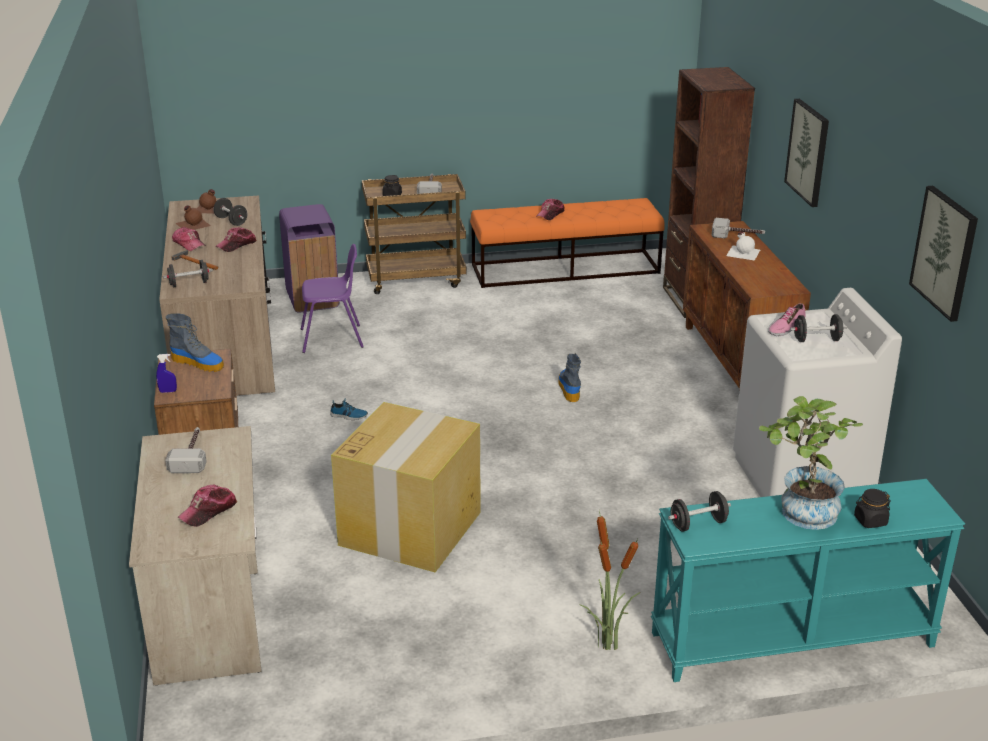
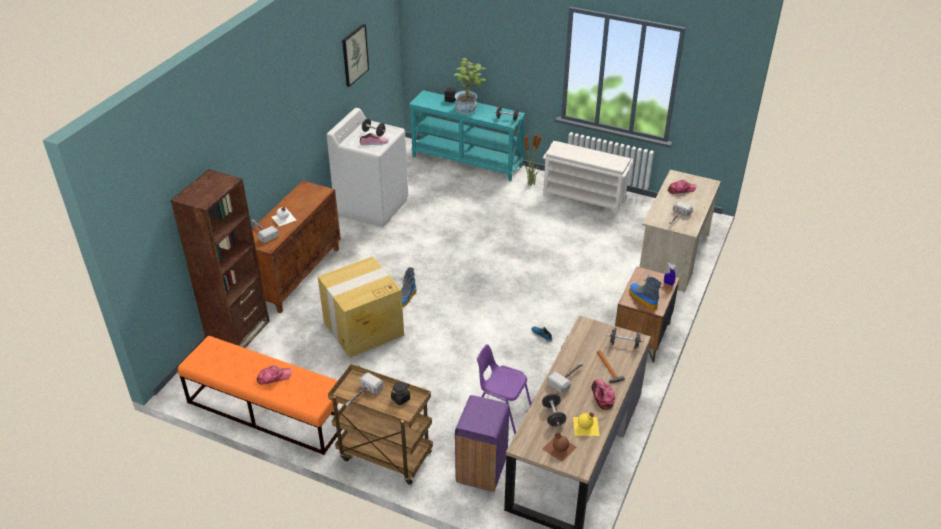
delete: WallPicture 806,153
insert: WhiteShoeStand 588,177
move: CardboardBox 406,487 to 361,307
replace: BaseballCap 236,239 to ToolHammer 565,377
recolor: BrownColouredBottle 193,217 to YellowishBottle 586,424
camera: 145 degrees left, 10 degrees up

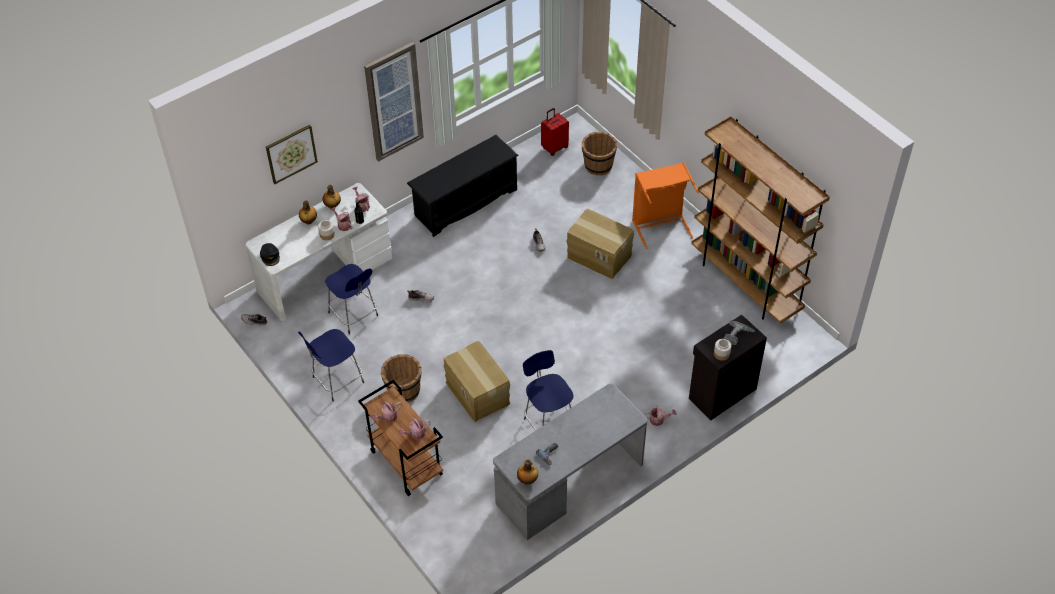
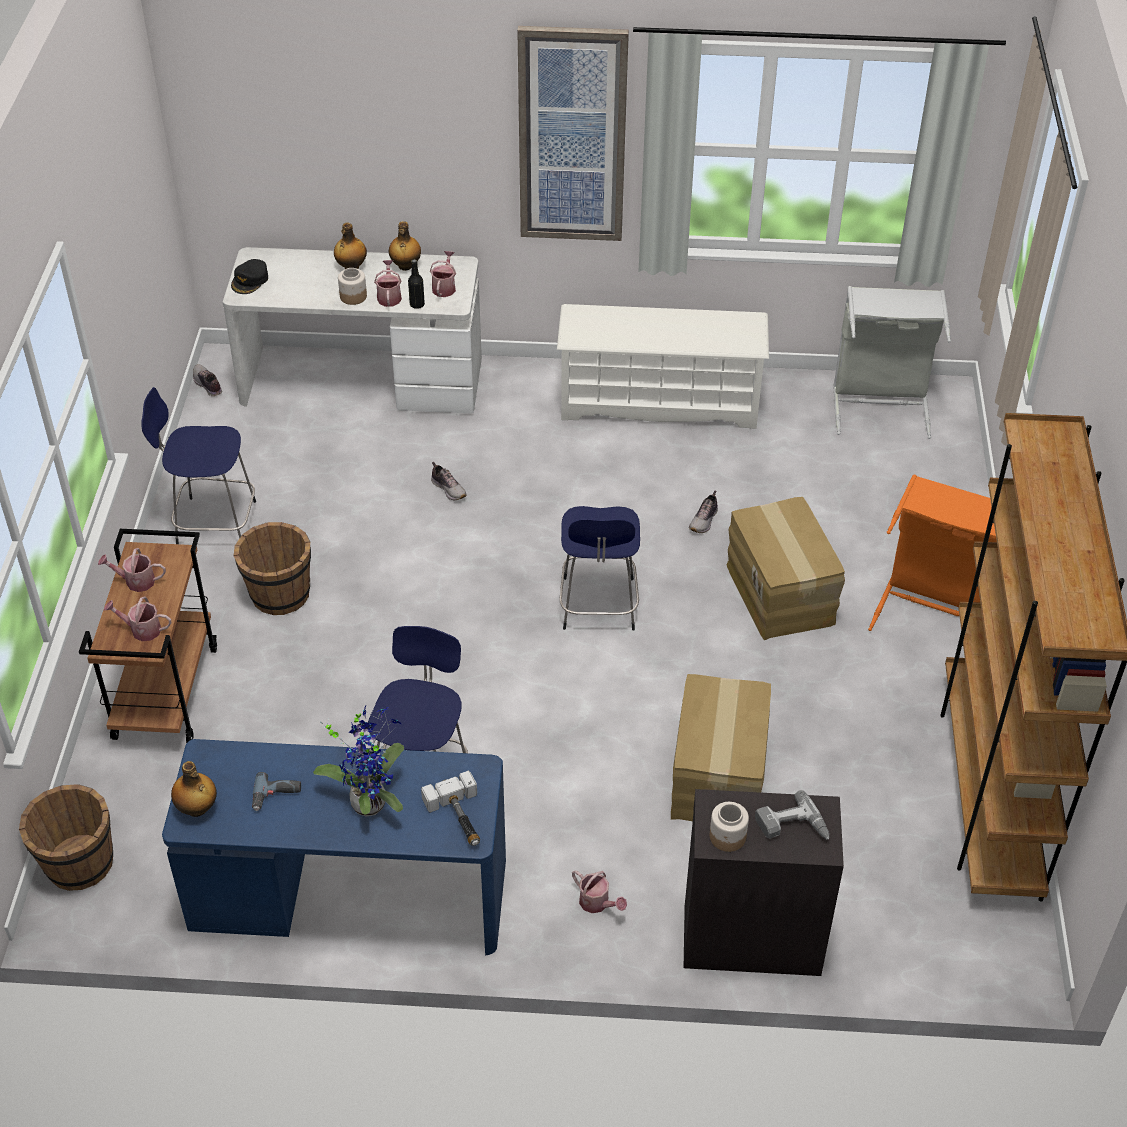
delete: WallPicture 292,154
insert: PottedPlant 358,760; ToolHammer 450,808
move: BluishStool 351,299 to 599,568; CardboardBox 477,381 to 721,747; BrownColouredBucket 599,153 to 66,837
replace: RedColouredTravelCase 555,132 to GreyLaundryBasket 892,362
recolor: BlackShoeStand 463,186 to WhiteShoeStand 663,366; GreyDeskTable 570,462 to BluishDeskTable 334,847
camera: 40 degrees right, 5 degrees down

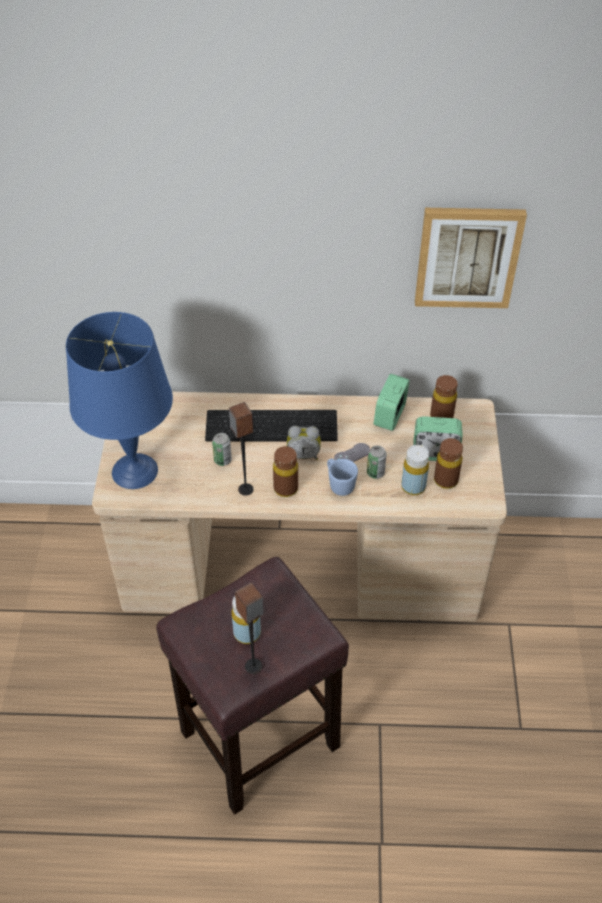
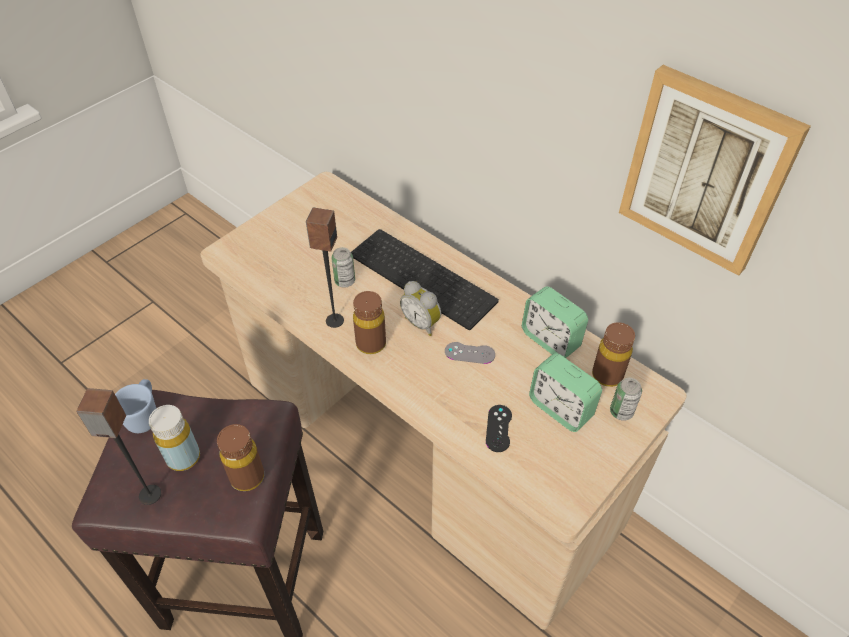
delete: BluishTabletopLamp 119,400
move: BluishCoffeeMug 342,477 to 135,406; Can 377,462 to 626,399; BrownColouredBottle 448,463 to 240,457
replace: YellowishBottle 415,470 to BlackGamepad 499,428
rotate: AlarmClock 392,402 = 555,322 105 degrees counterclockwise
camera: 40 degrees right, 0 degrees up

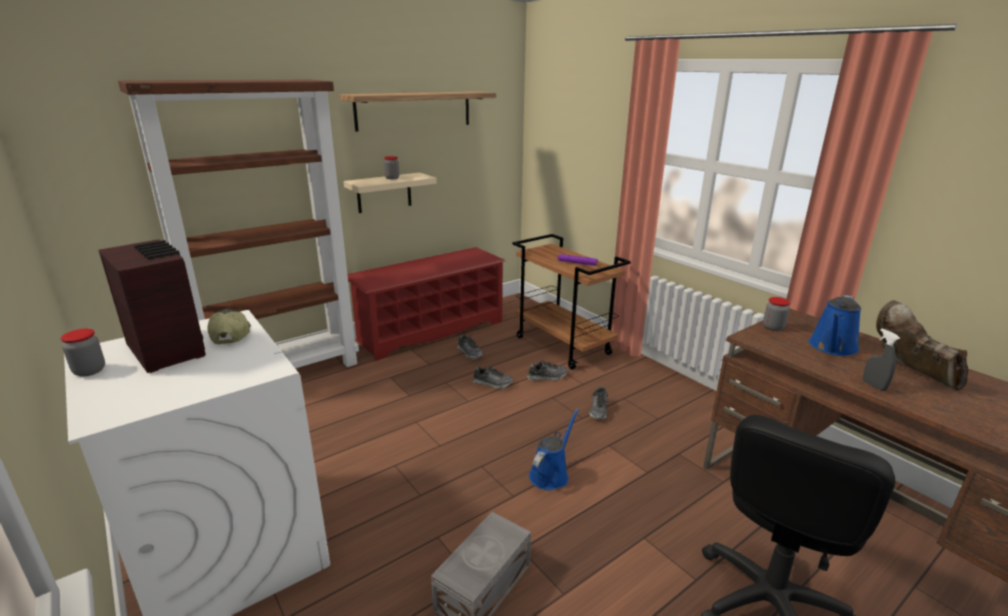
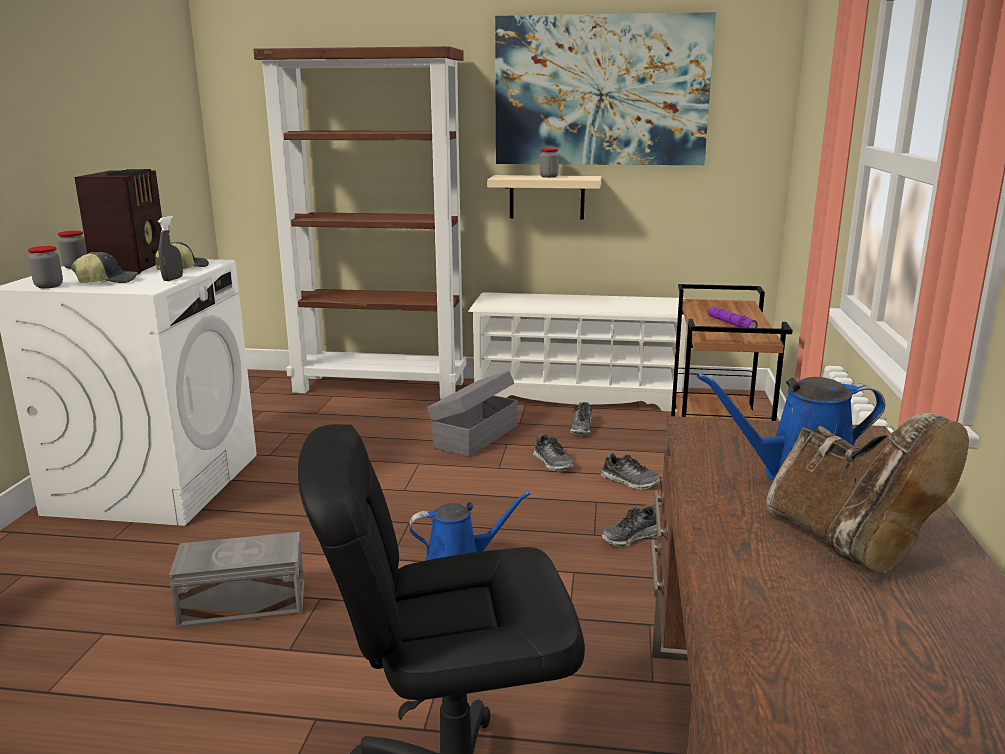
insert: BaseballCap 104,267; GreyStorageContainer 472,414
move: StorageJar 776,314 to 45,267; GreySprayer 881,360 to 170,248
replace: BracketShelf 417,111 to WallPicture 605,88
recolor: RedColouredShoeStand 426,304 to WhiteShoeStand 577,352
rotate: BrownColouredBoot 922,345 = 867,493 135 degrees clockwise
camera: 45 degrees right, 5 degrees down

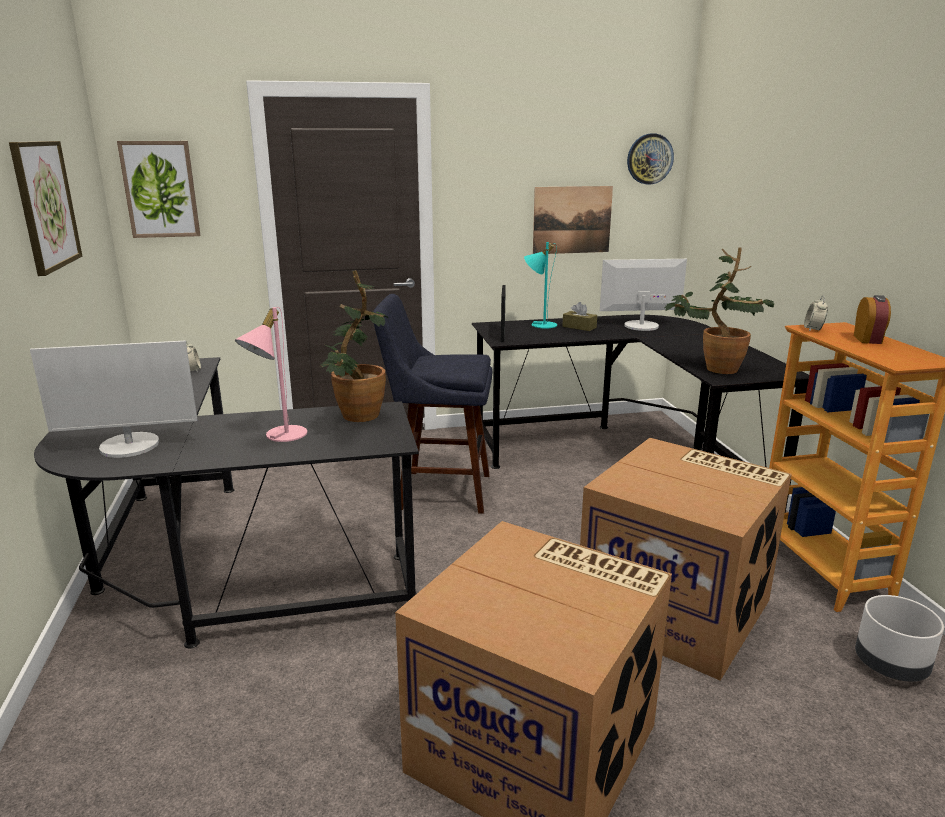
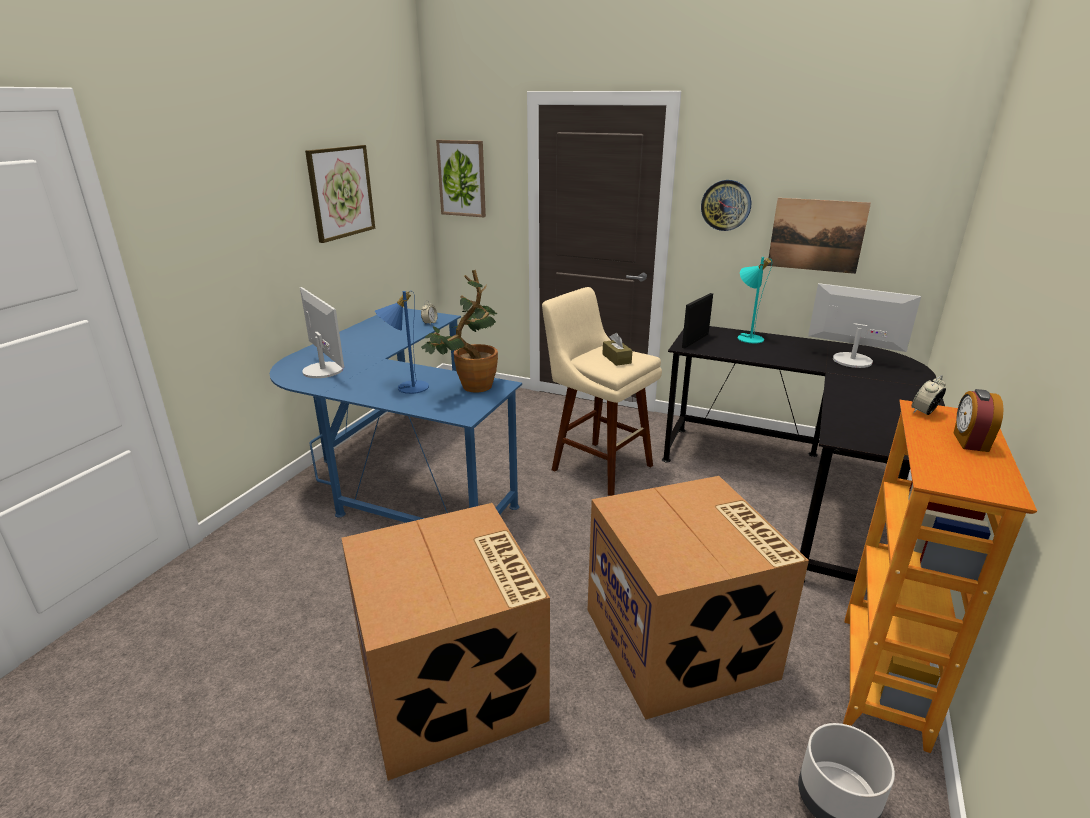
delete: PottedPlant 719,310
move: BrownColouredTissueBox 579,316 to 617,349; HangingClock 650,159 to 726,205
recolor: BlackDeskTable 226,502 to BluishDeskTable 396,415; PinkishTabletopLamp 271,374 to BluishTabletopLamp 402,342; BluishStool 432,404 to SandColouredStool 602,391
rotate: ComputerDisplay 114,399 = 322,332 150 degrees counterclockwise; AlarmClock 872,319 = 979,420 150 degrees clockwise
camera: 35 degrees right, 5 degrees up

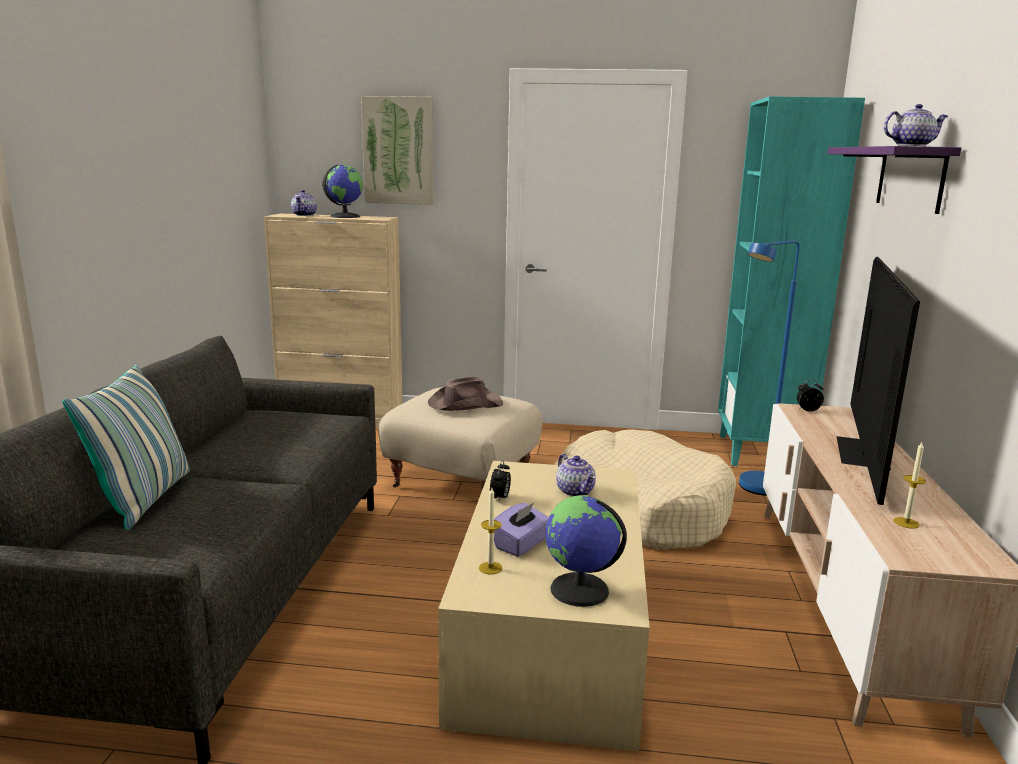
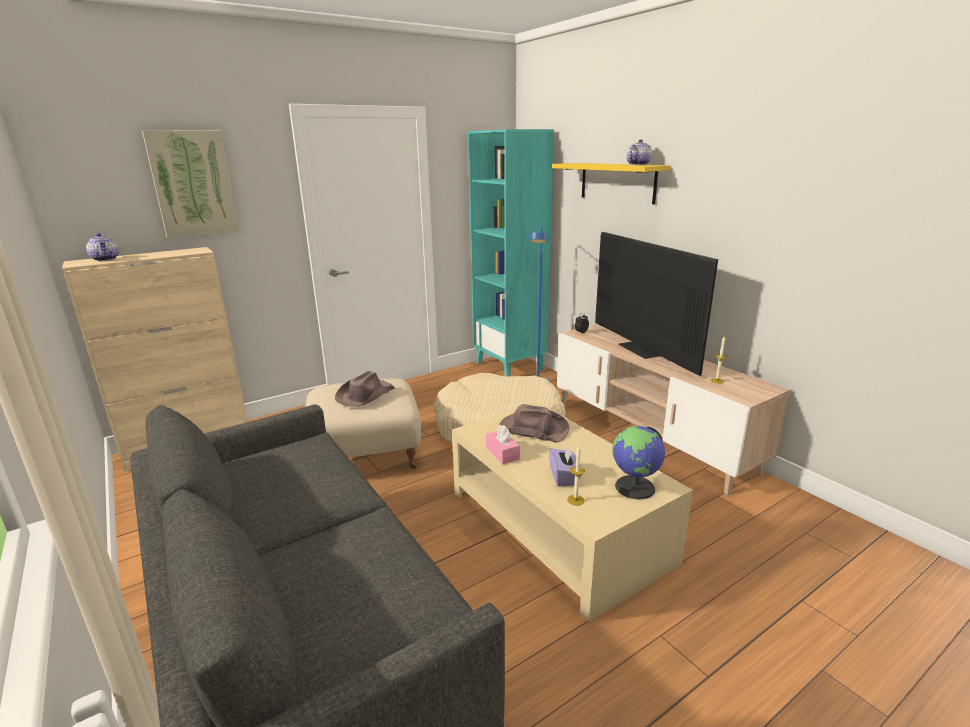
delete: ThrowPillow 126,447; WorldGlobe 342,191
replace: AlarmClock 500,481 to PinkishTissueBox 503,444; TeaPot 576,475 to BrownColouredHat 534,423
recolor: PurpleBracketShelf 895,180 to YellowishBracketShelf 611,183
camera: 40 degrees left, 5 degrees up

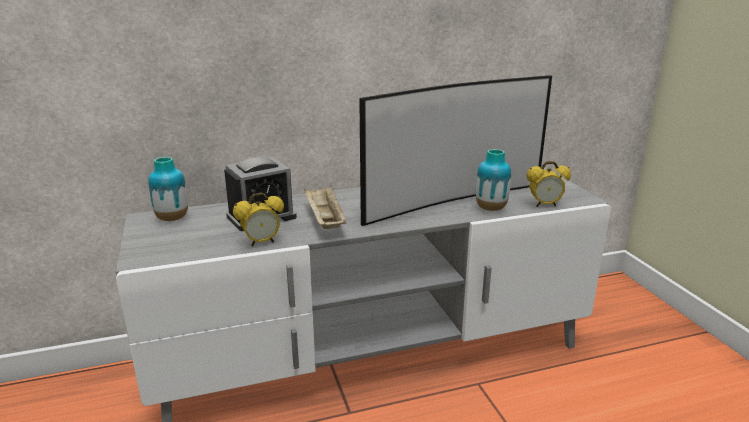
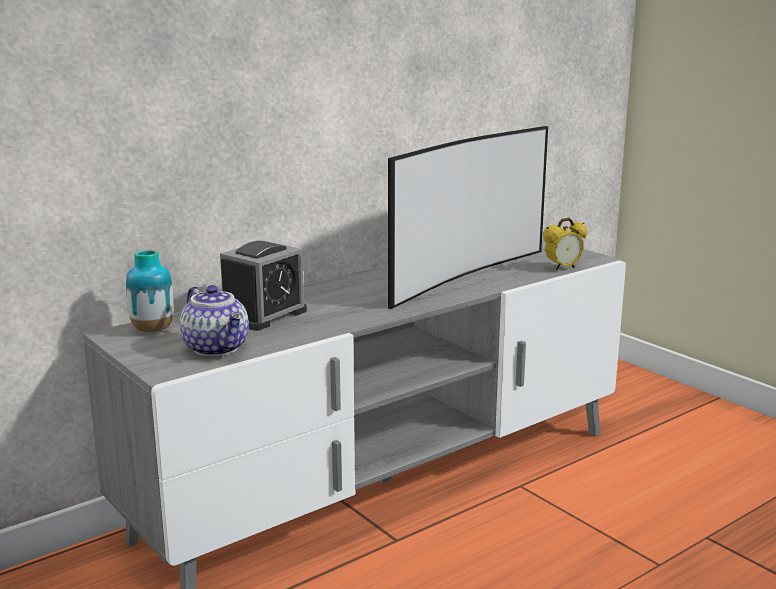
delete: AlarmClock 258,219; SandColouredServingTray 325,207; FlowerVase 493,180
insert: TeaPot 214,321
camera: 20 degrees left, 5 degrees down

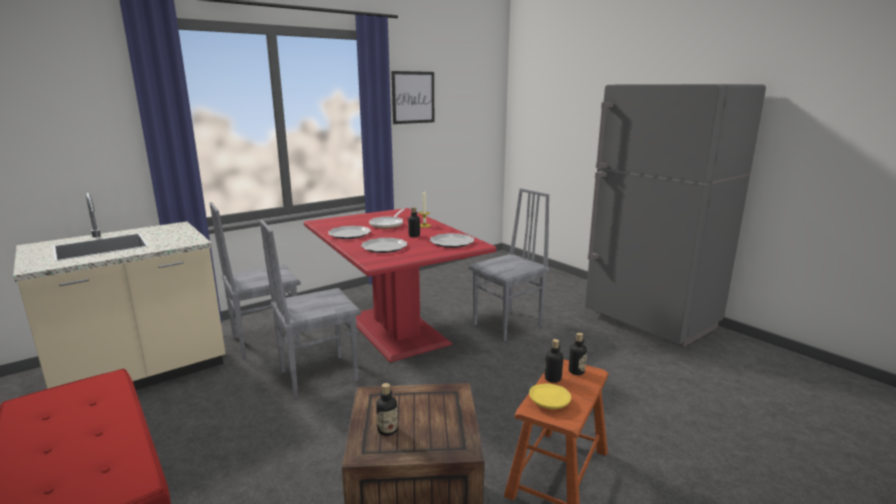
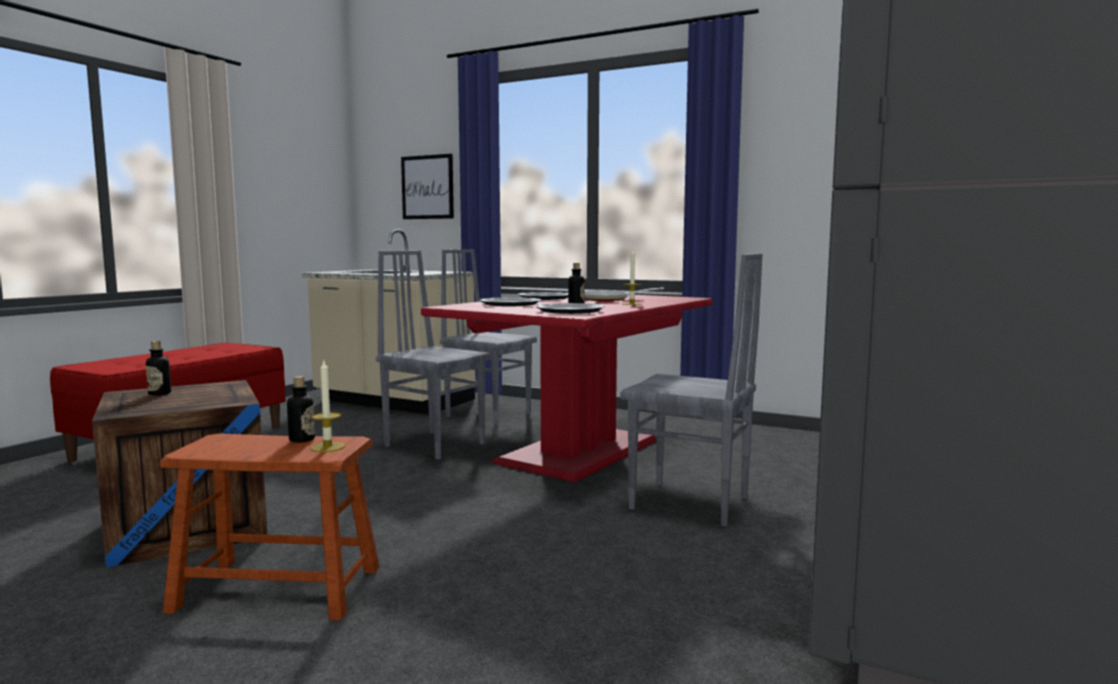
delete: YellowishDinnerPlate 550,396
move: WallPicture 412,97 to 427,186
replace: Bottle 578,354 to Candle 327,406
camera: 65 degrees right, 10 degrees down

